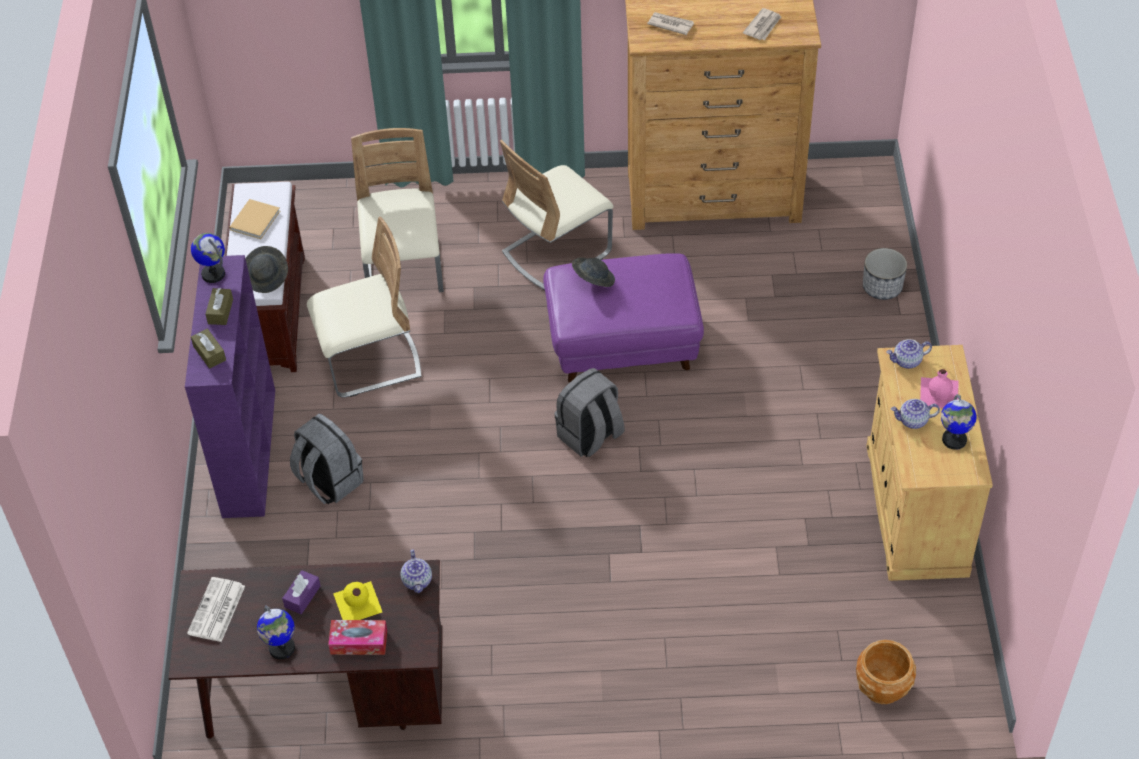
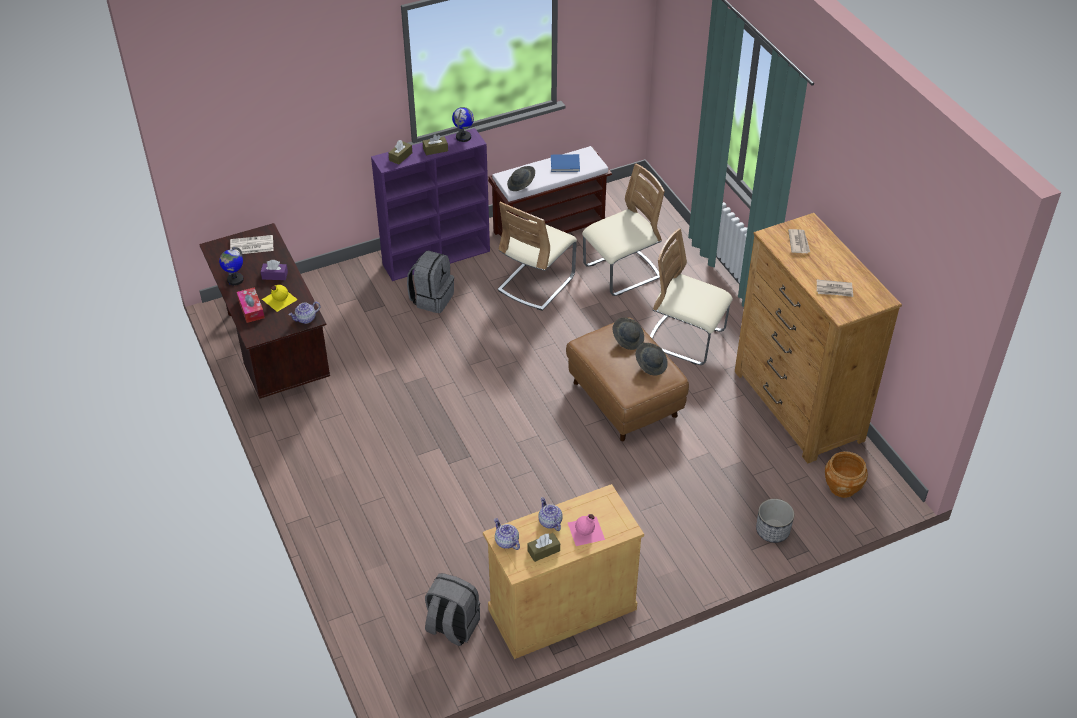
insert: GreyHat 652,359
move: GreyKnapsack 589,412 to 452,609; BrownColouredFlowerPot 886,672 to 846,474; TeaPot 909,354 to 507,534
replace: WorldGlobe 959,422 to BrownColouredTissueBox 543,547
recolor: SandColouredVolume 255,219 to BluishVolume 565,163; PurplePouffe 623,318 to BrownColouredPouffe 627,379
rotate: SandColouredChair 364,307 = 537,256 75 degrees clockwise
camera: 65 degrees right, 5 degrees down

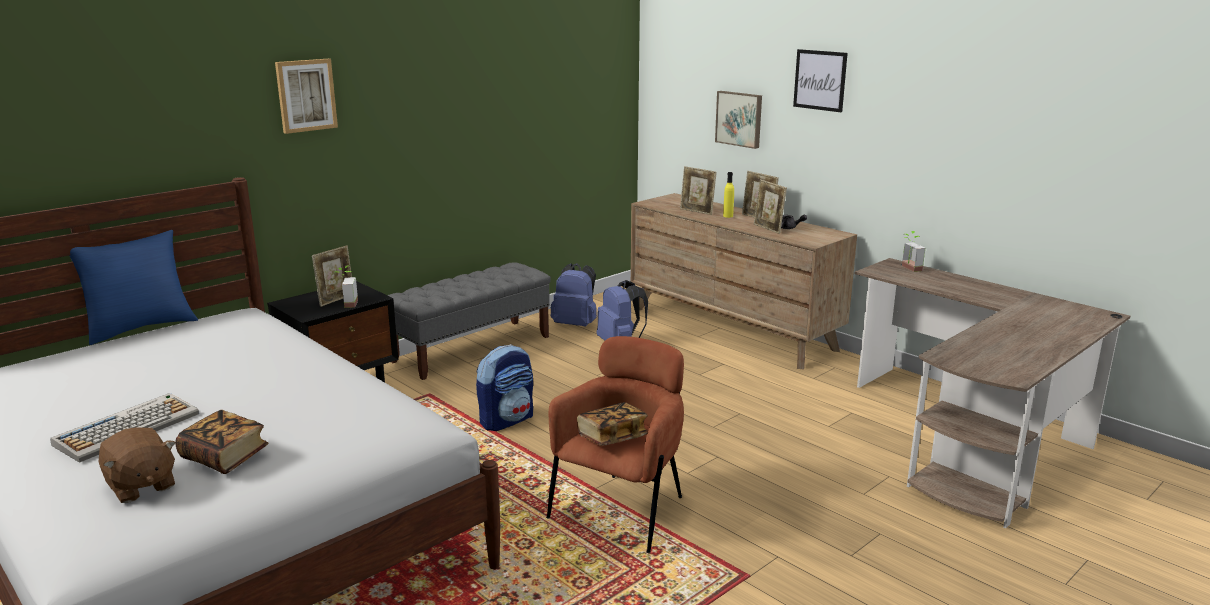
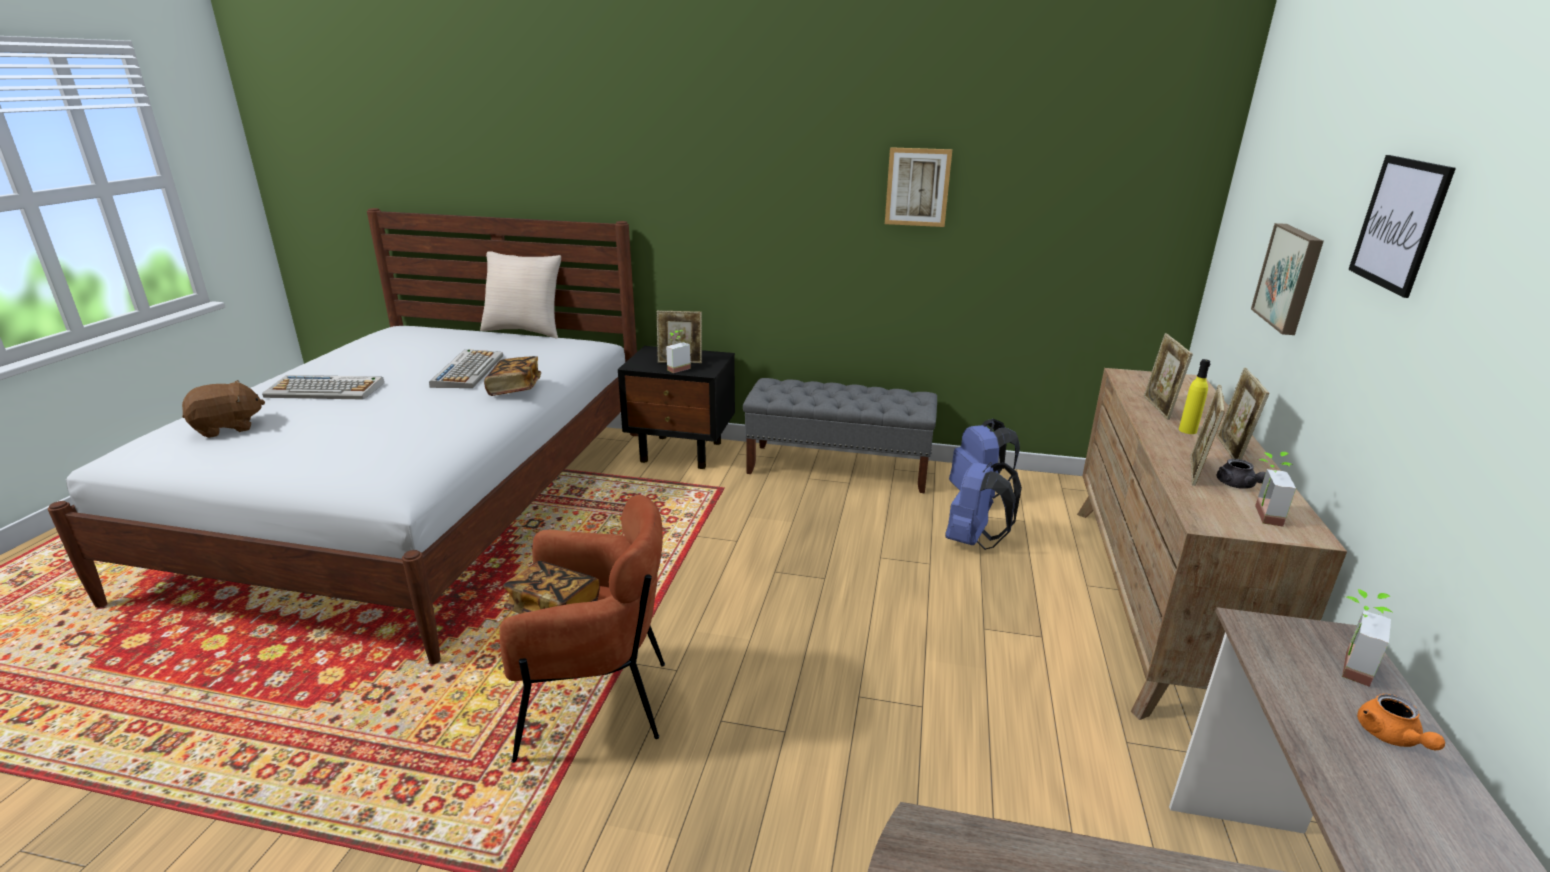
delete: Knapsack 504,387
insert: ComputerKeyboard 466,368; PottedPlant 1275,489; OrangeColouredTeaPot 1401,722
move: Volume 221,442 to 512,376; WallPicture 306,96 to 918,187
recolor: BluishThrowPillow 133,287 to SandColouredThrowPillow 520,295
rotate: BrownColouredPlushToy 137,465 = 223,409 135 degrees counterclockwise
camera: 55 degrees right, 5 degrees up

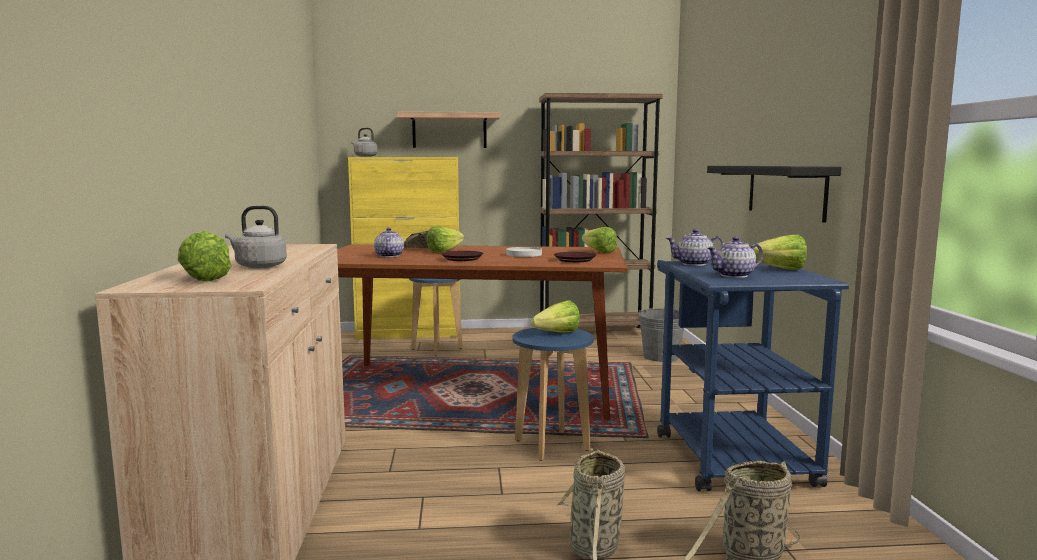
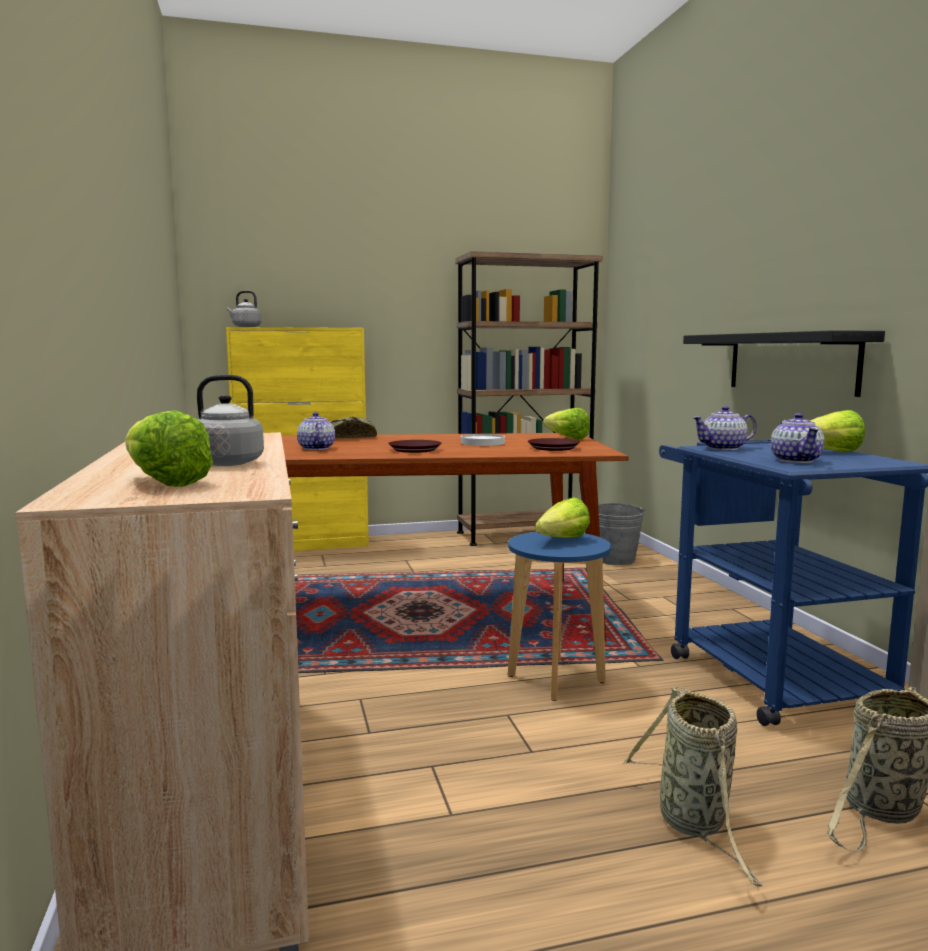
delete: BracketShelf 448,129; BluishStool 436,317; LettuceHead 445,239
rotate: TeaPot 735,257 = 797,438 60 degrees counterclockwise
camera: 10 degrees left, 0 degrees up

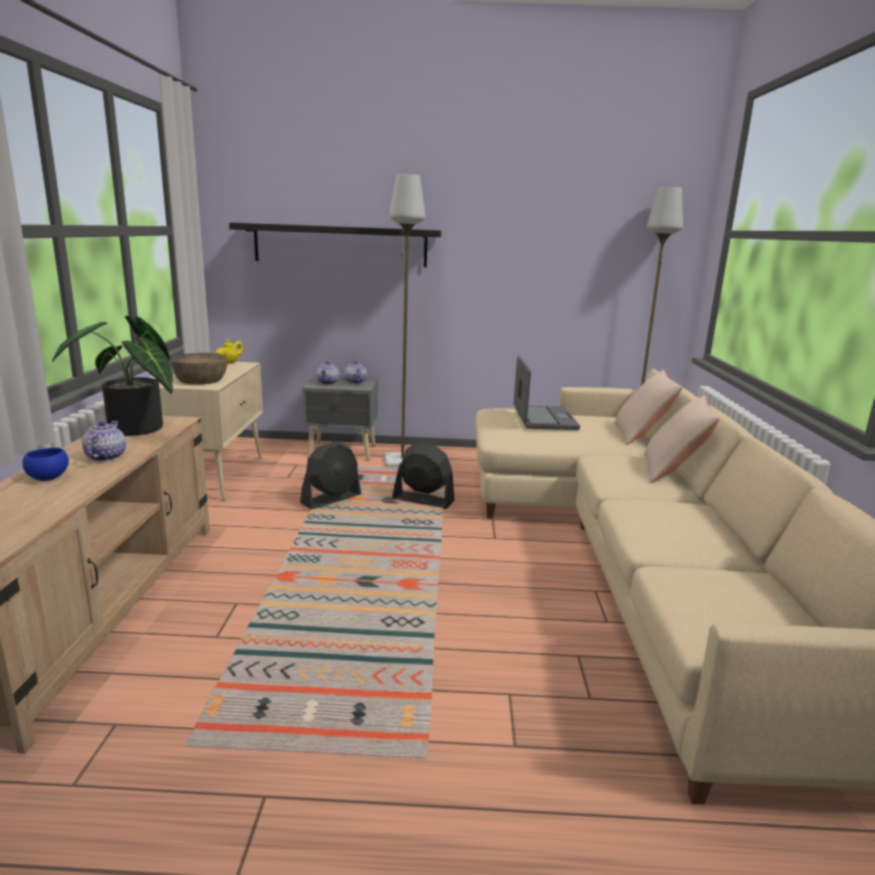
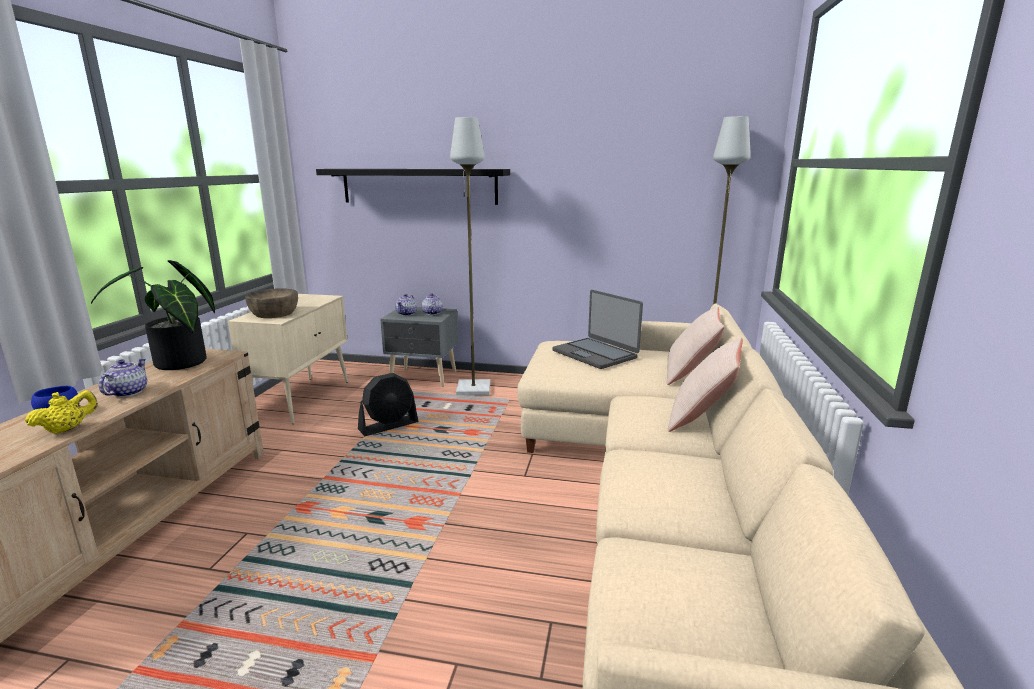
delete: BlackCoolingFan 423,475
move: YellowishTeaPot 229,352 to 61,412
rotate: Laptop 547,393 = 597,329 135 degrees clockwise
camera: 10 degrees right, 0 degrees up

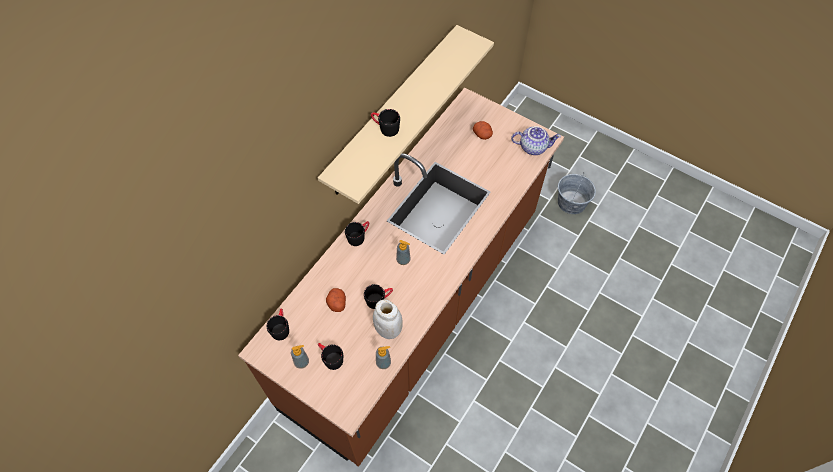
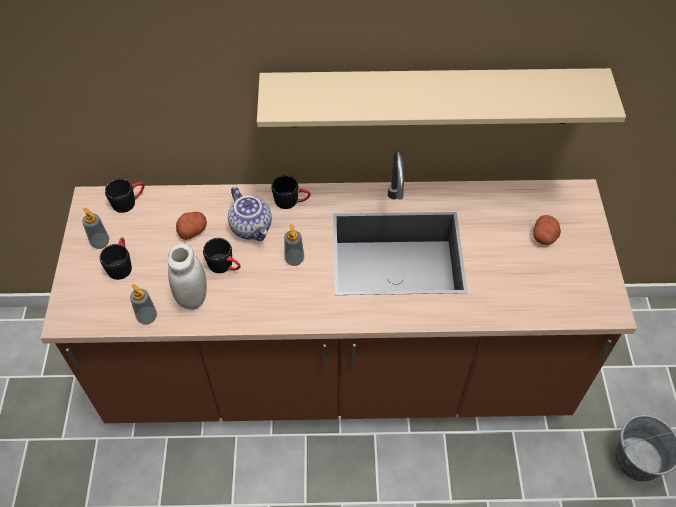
delete: BlackCoffeeMug 385,123
move: TeaPot 536,140 to 250,214
camera: 55 degrees right, 5 degrees down

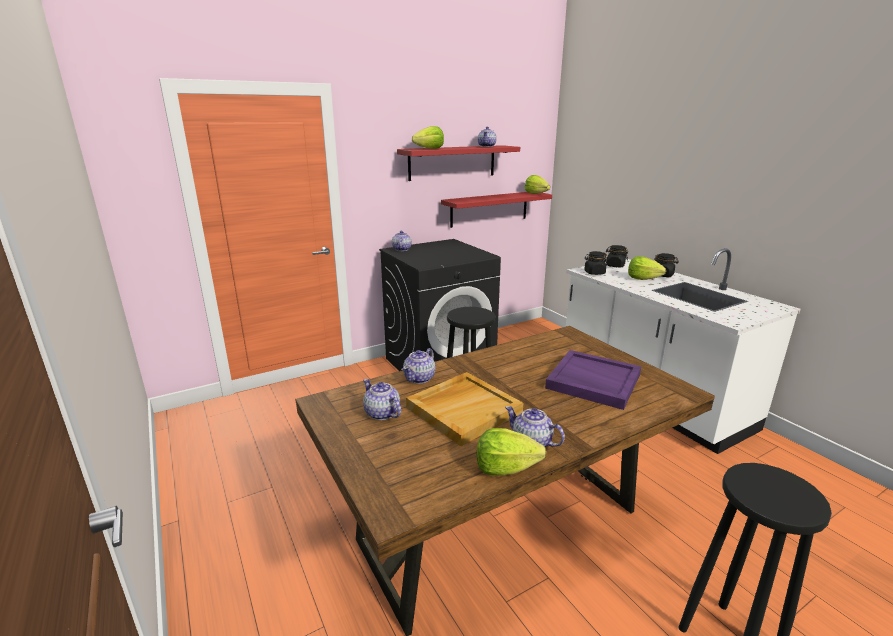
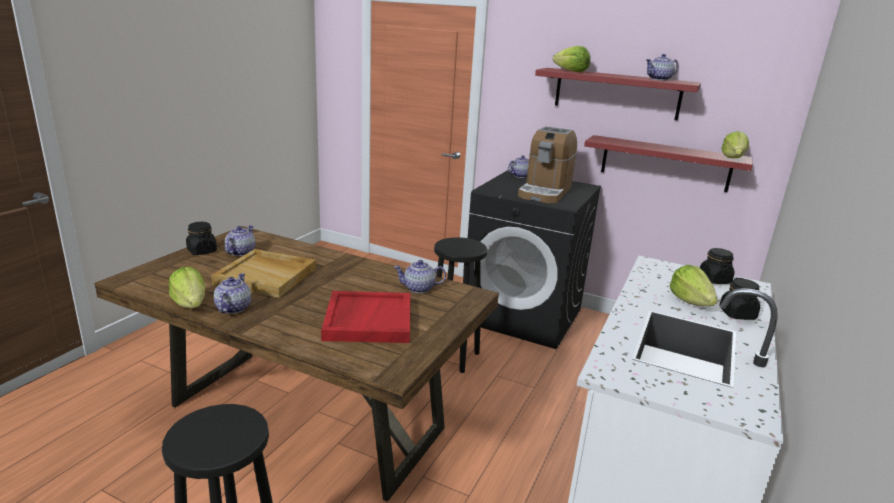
insert: CoffeeBrewer 547,164
move: TeaPot 419,366 to 420,276; BlackStorageJar 595,263 to 201,238
recolor: PurpleServingTray 593,380 to RedColouredServingTray 365,317
camera: 55 degrees right, 0 degrees up

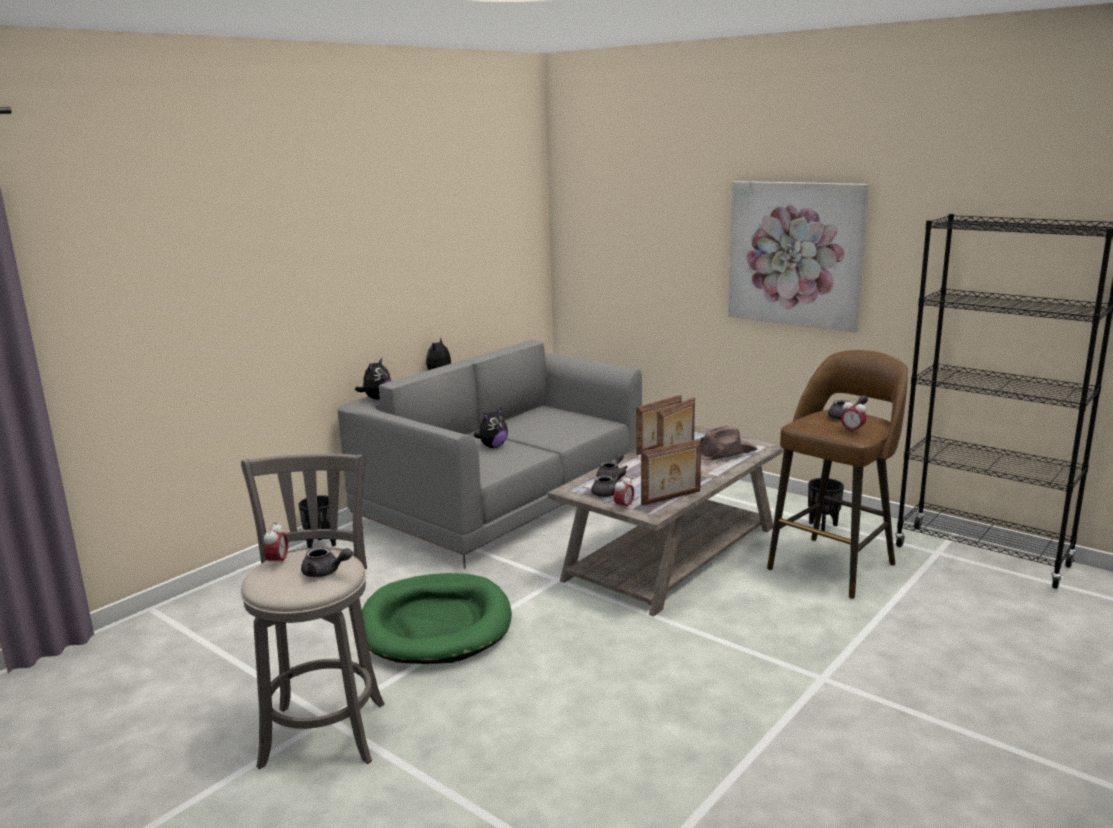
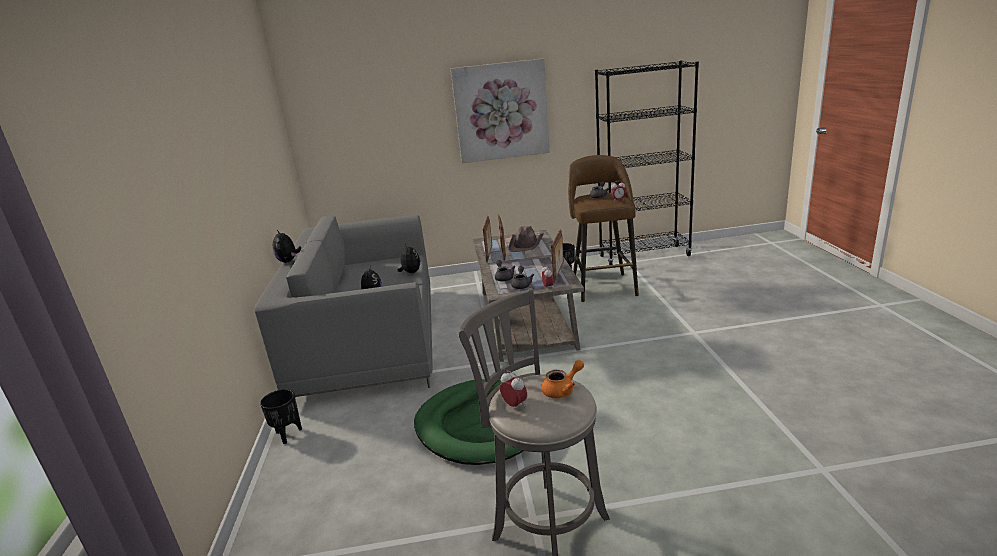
move: PlushToy 373,379 to 409,258
recolor: GreyTeaPot 326,561 to OrangeColouredTeaPot 562,379
camera: 45 degrees left, 5 degrees up

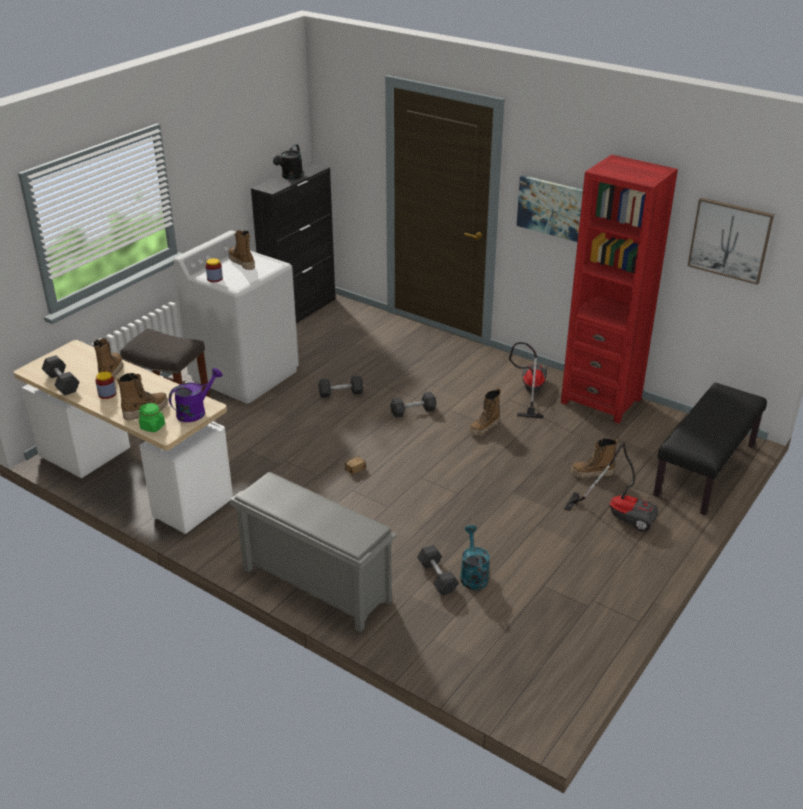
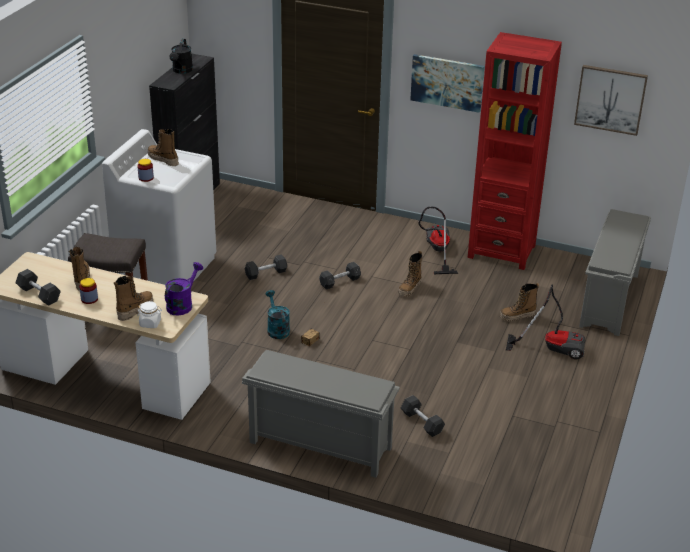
move: TurquoiseColouredWateringCan 475,557 to 277,314
replace: BlackIndoorBench 710,449 to GreyShoeStand 615,272
recolor: GreenColouredStorageJar 152,417 to WhiteStorageJar 149,314
camera: 15 degrees left, 0 degrees up

